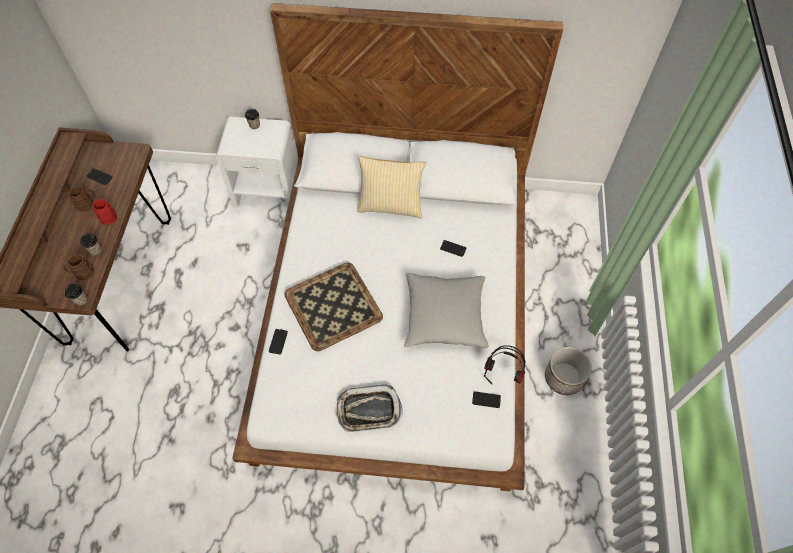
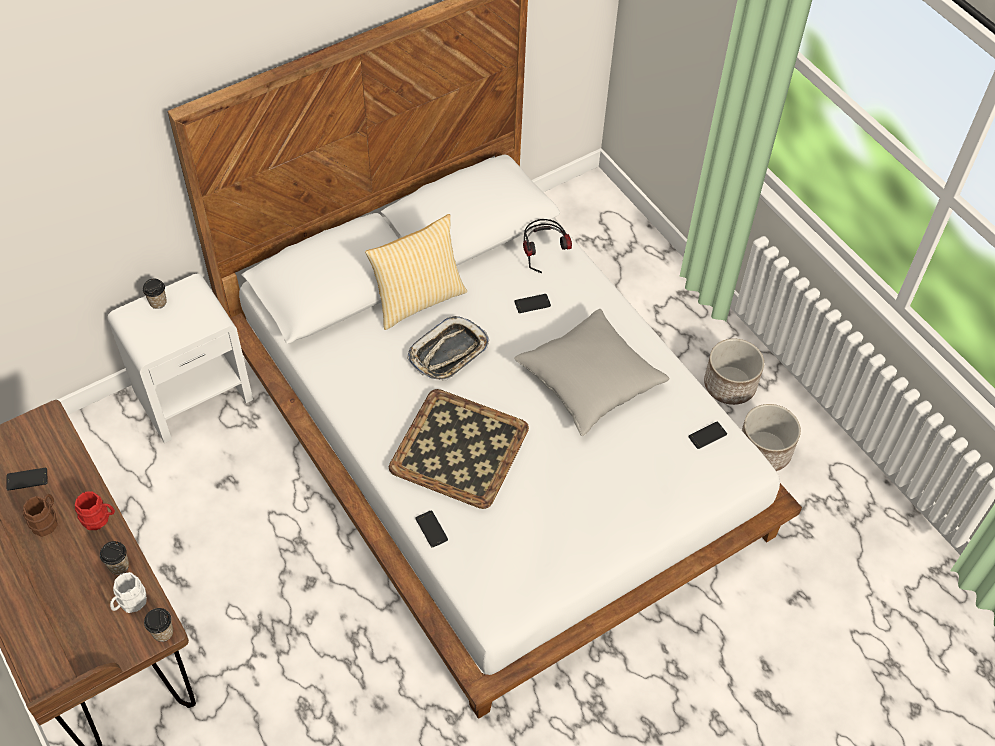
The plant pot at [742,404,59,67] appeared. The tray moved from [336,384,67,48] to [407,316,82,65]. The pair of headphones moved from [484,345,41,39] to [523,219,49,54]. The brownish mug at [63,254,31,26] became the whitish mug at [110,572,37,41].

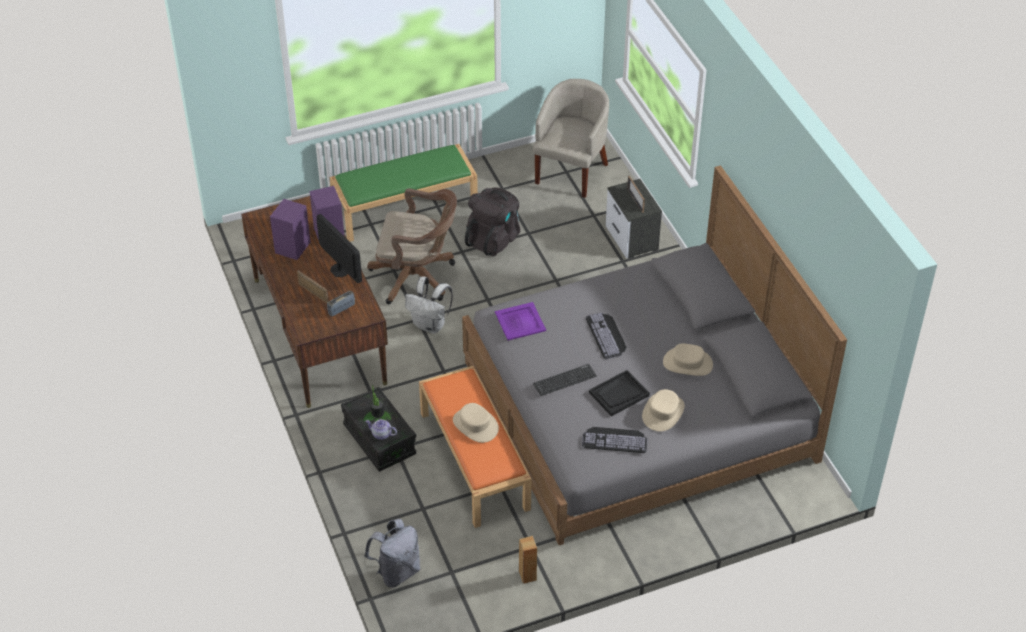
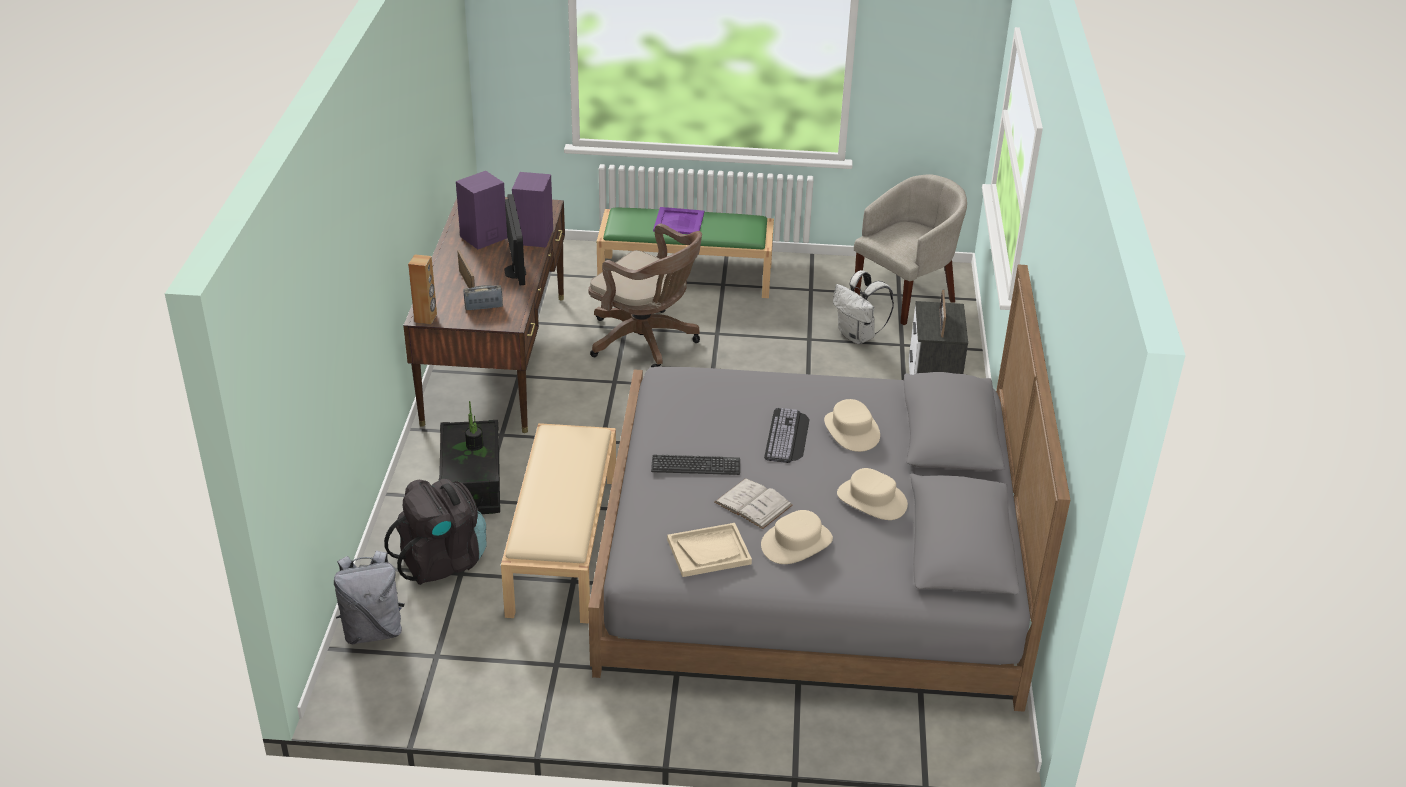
The teapot at [366,419,31,21] disappeared. The whitish rucksack moved from [405,277,48,56] to [833,270,61,74]. The beige-coloured hat moved from [453,403,46,40] to [824,399,56,53]. The black-coloured rucksack moved from [465,187,55,69] to [384,479,102,106]. The purple-coloured tray moved from [495,302,51,38] to [653,207,51,27]. The brownish speaker moved from [519,536,18,48] to [408,254,29,70]. The computer keyboard at [582,427,66,26] was replaced by the beige-coloured tray at [667,523,85,54]. The black-coloured tray at [589,370,61,47] was replaced by the whitish volume at [715,478,78,51]. The orange-coloured indoor bench at [419,366,112,162] became the beige-coloured indoor bench at [501,423,115,201].

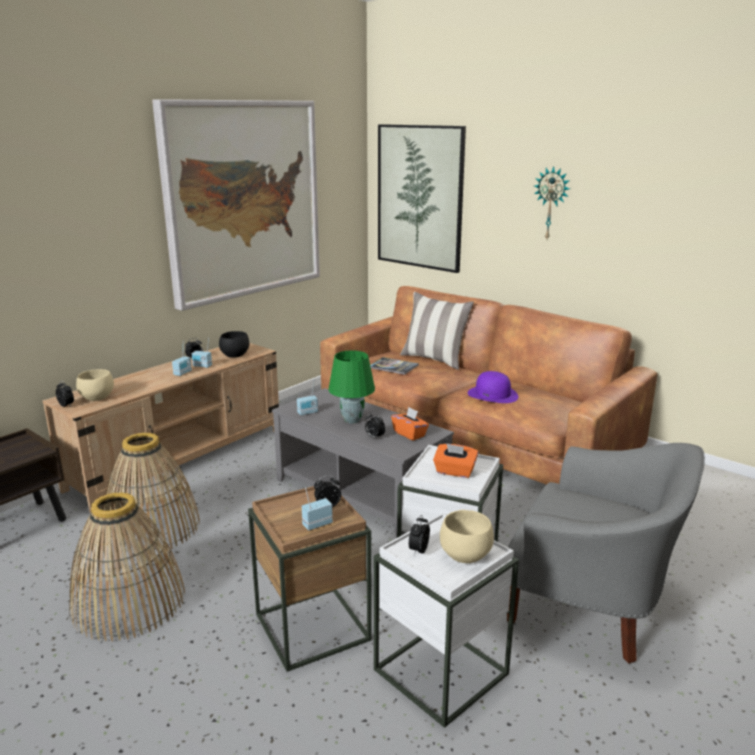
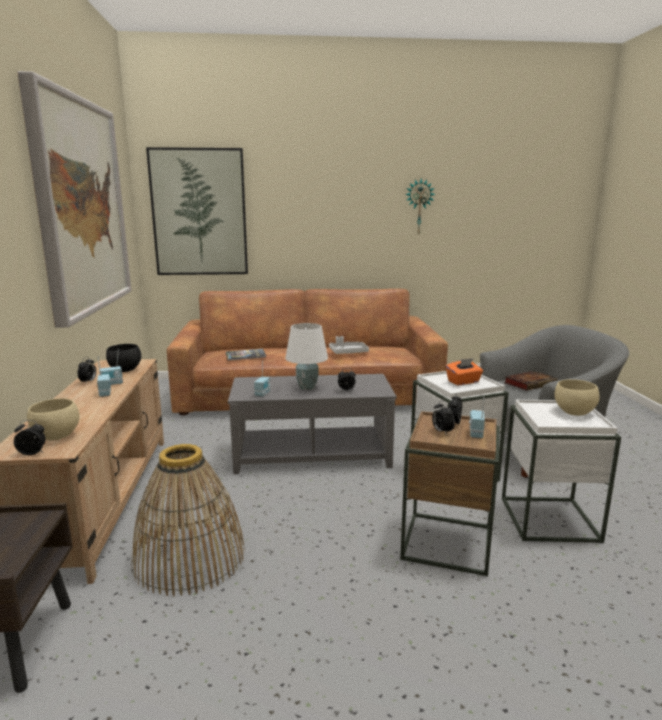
The basket at [69,492,116,150] disappeared. The orange-coloured tissue box at [391,407,38,34] disappeared. The throw pillow at [400,292,74,78] disappeared. The volume at [504,371,54,20] appeared. The table clock moved from [409,515,21,41] to [432,401,23,33]. The wall clock moved from [534,166,36,73] to [405,179,30,57]. The purple-coloured hat at [468,371,51,32] was replaced by the greyish tray at [329,336,40,18]. The green-coloured lamp for a table at [328,350,47,74] became the whitish lamp for a table at [285,323,43,67].

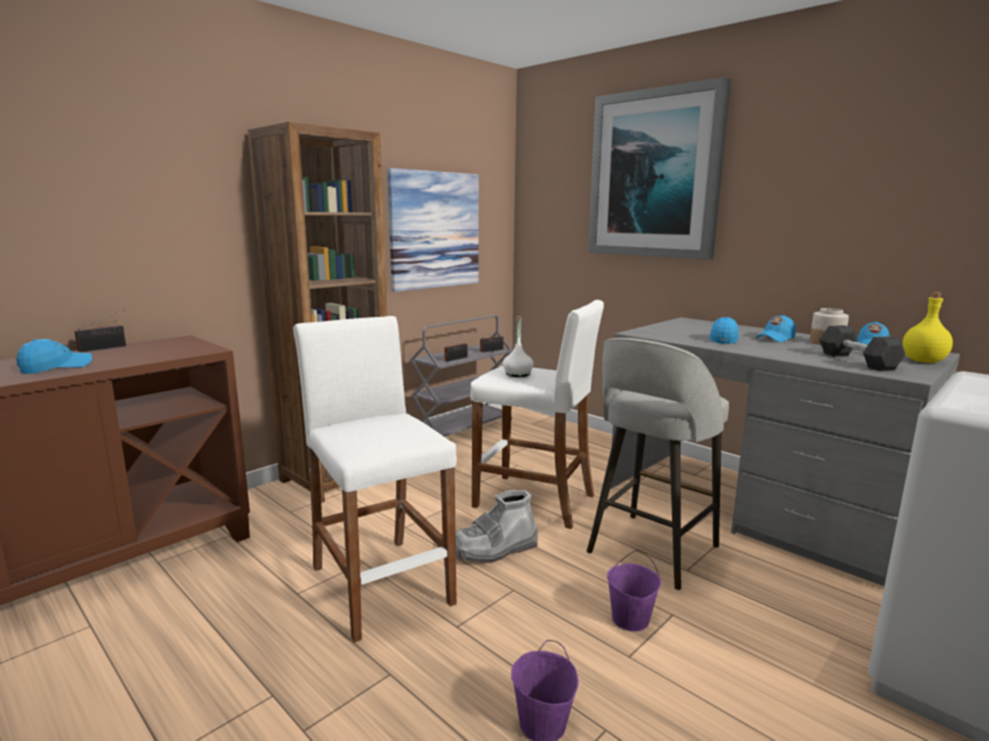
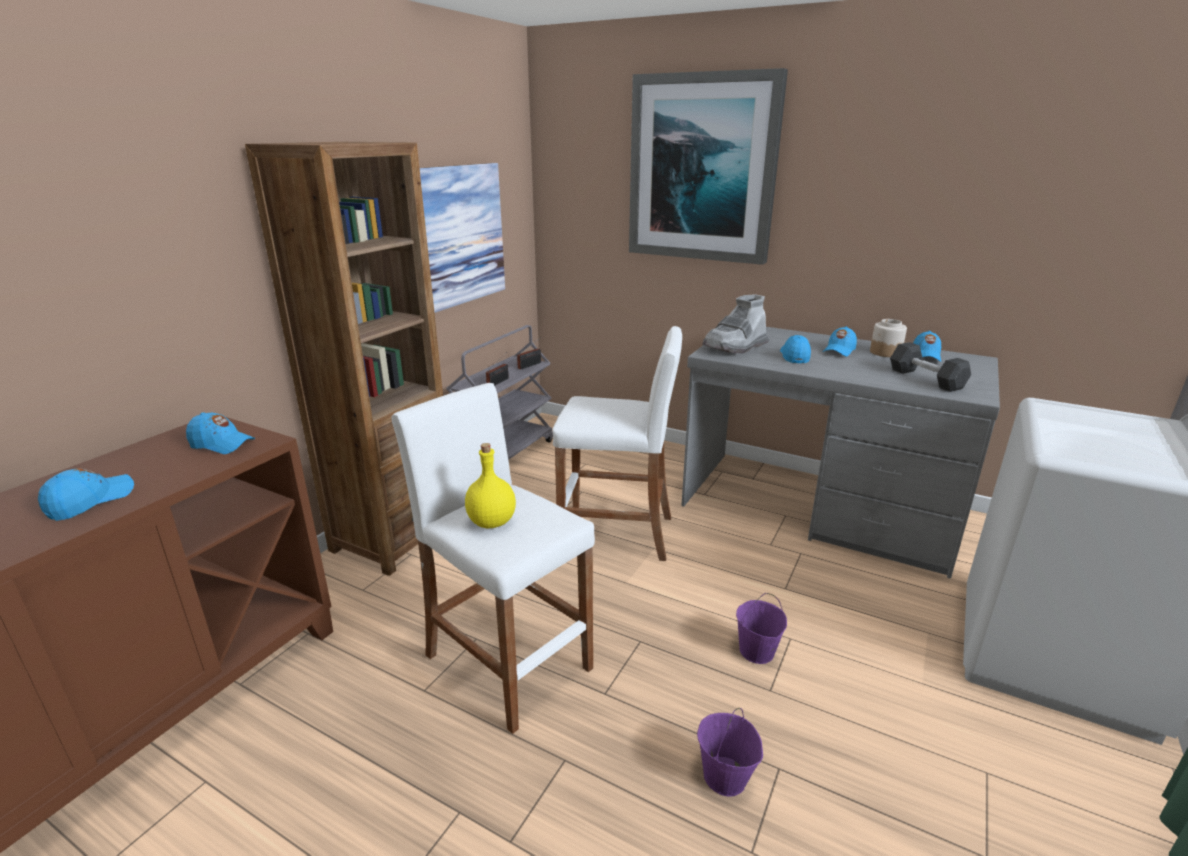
The radio at [75,310,51,42] disappeared. The whitish bottle at [503,316,31,61] disappeared. The greyish stool at [587,338,142,252] disappeared. The blue-coloured baseball cap at [186,412,69,42] appeared. The greyish boot moved from [455,490,83,73] to [702,294,67,59]. The yellow bottle moved from [902,292,51,71] to [465,443,51,85].

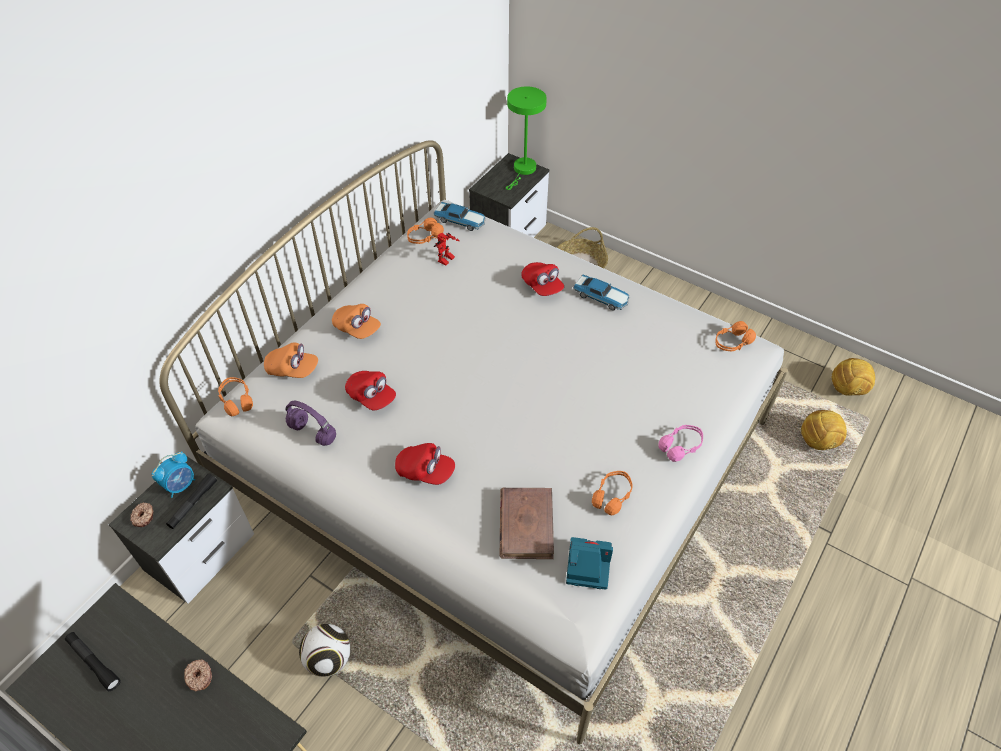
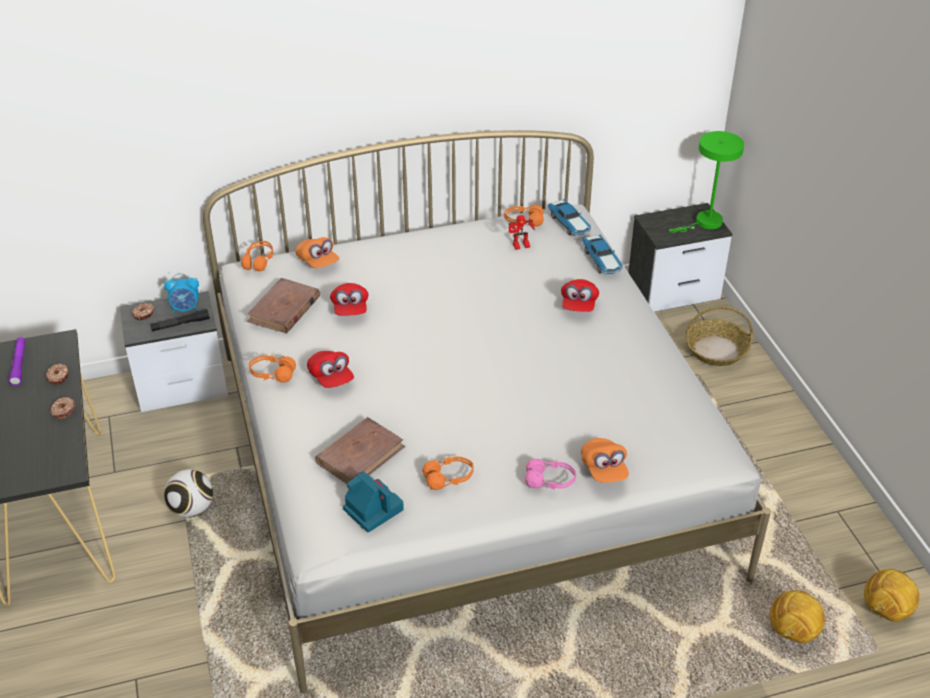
The doughnut at [46,363,23,21] appeared. The orange-coloured baseball cap moved from [332,304,49,35] to [581,438,48,45]. The miniature car moved from [573,274,57,37] to [582,235,41,39]. The orange-coloured pair of headphones moved from [715,321,41,30] to [249,355,47,28]. The purple-coloured pair of headphones at [286,401,50,45] was replaced by the brownish volume at [247,278,73,55]. The black-coloured torch at [65,632,56,59] became the purple-coloured torch at [9,337,16,49].

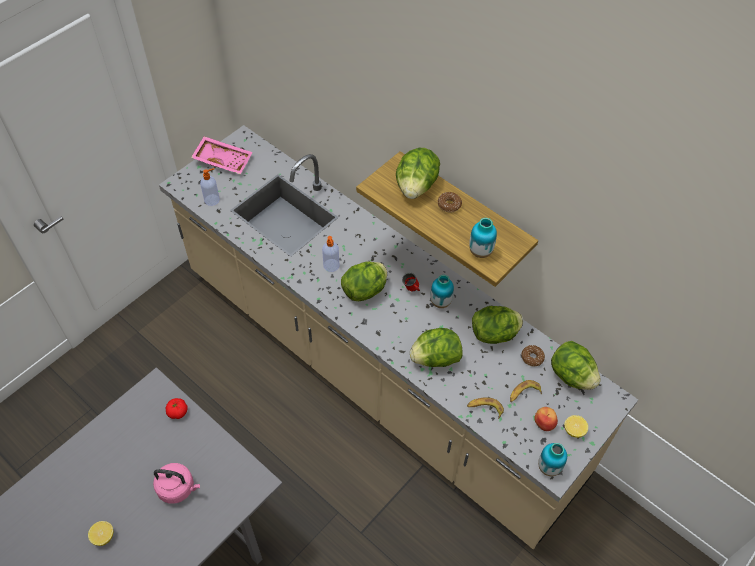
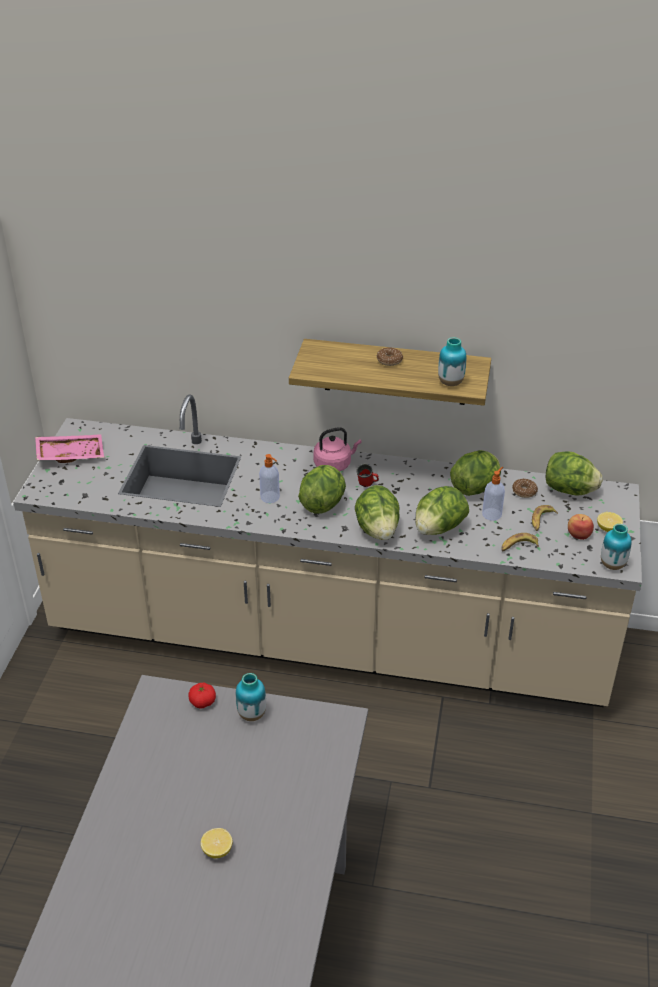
The pink-coloured tea kettle moved from [153,463,47,41] to [314,427,47,44]. The soap dispenser moved from [200,168,20,38] to [482,467,23,54]. The head of lettuce moved from [396,148,44,51] to [355,485,45,55]. The vase moved from [431,275,23,33] to [236,673,30,48].

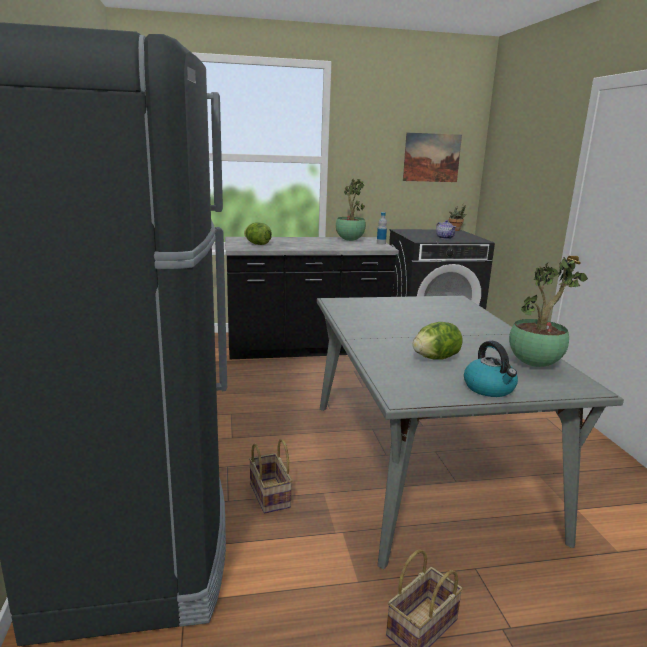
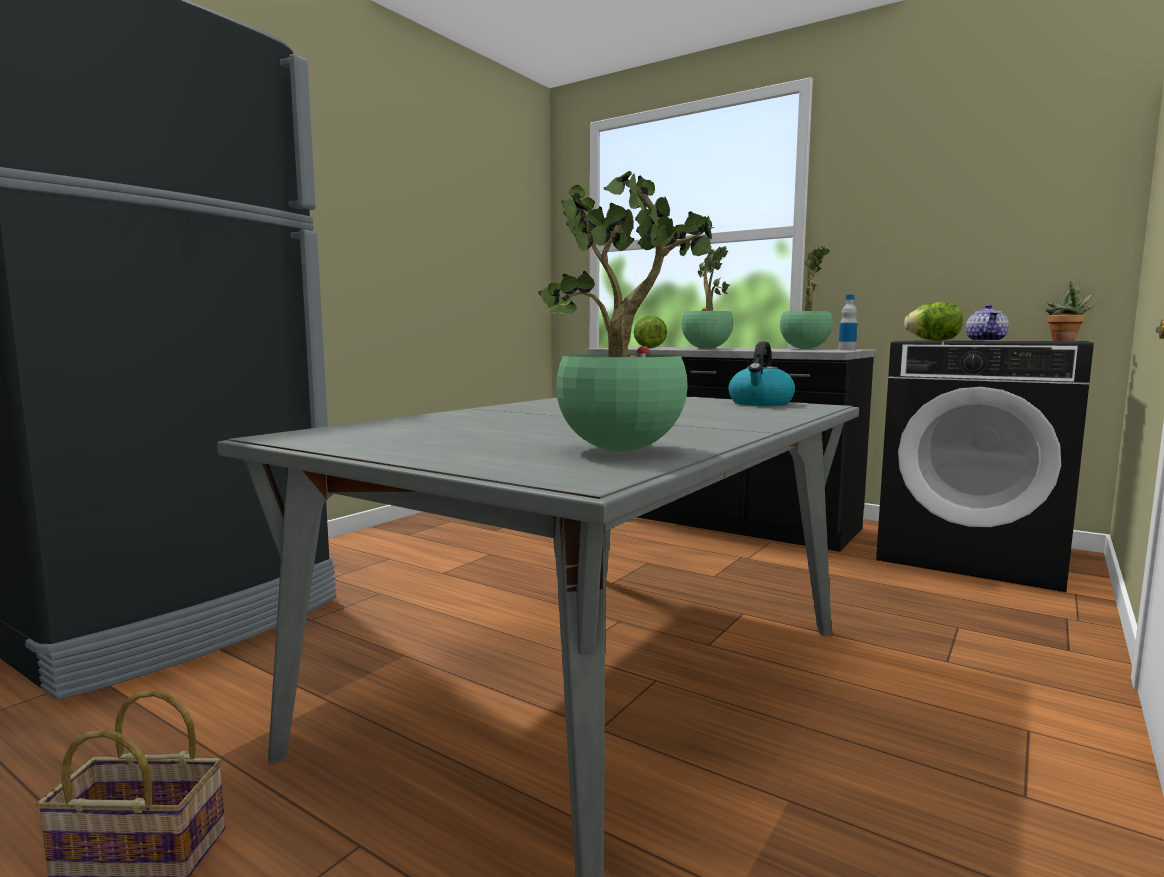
The basket at [249,439,43,75] disappeared. The wall picture at [403,133,59,49] disappeared. The houseplant at [682,246,51,103] appeared. The head of lettuce moved from [413,322,50,38] to [904,302,59,39]. The tea kettle moved from [464,341,54,56] to [728,342,67,64].

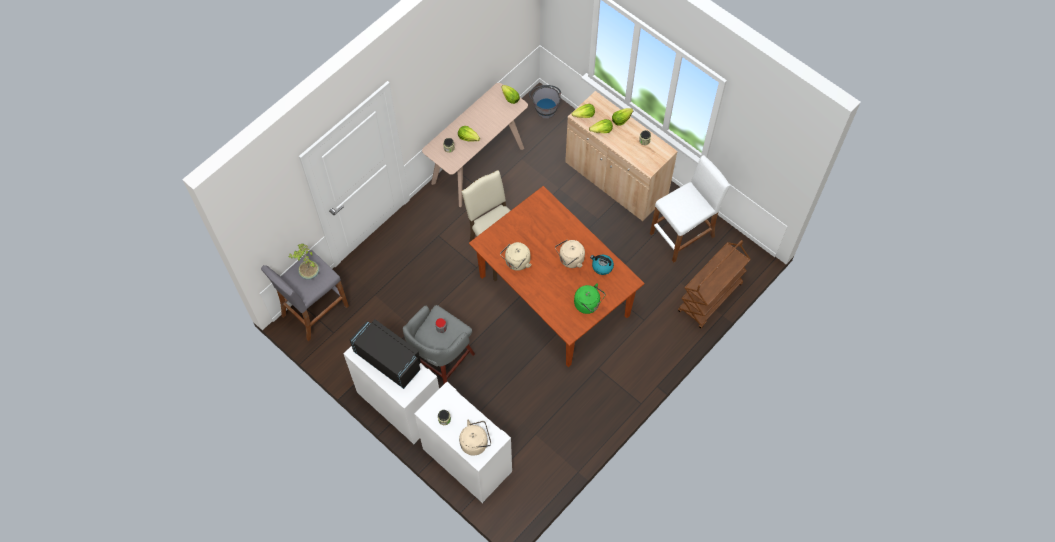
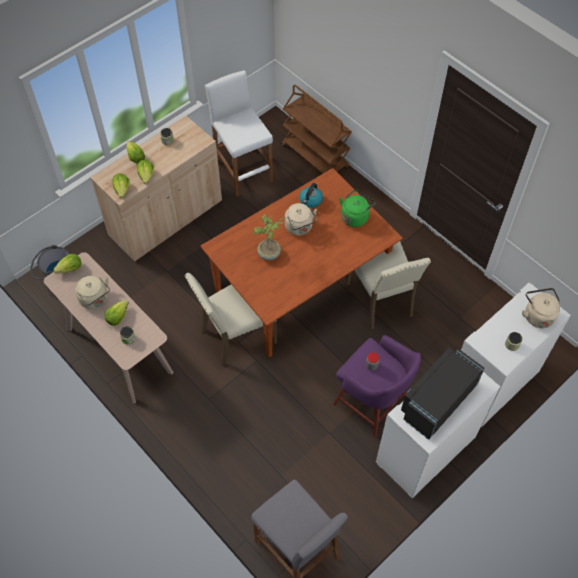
The beige-coloured chair at [346,241,85,88] appeared. The houseplant moved from [288,244,31,36] to [253,214,32,46]. The beige-coloured tea kettle moved from [500,242,32,29] to [75,276,35,33]. The greyish stool at [403,305,72,79] became the purple-coloured stool at [333,335,88,103].

